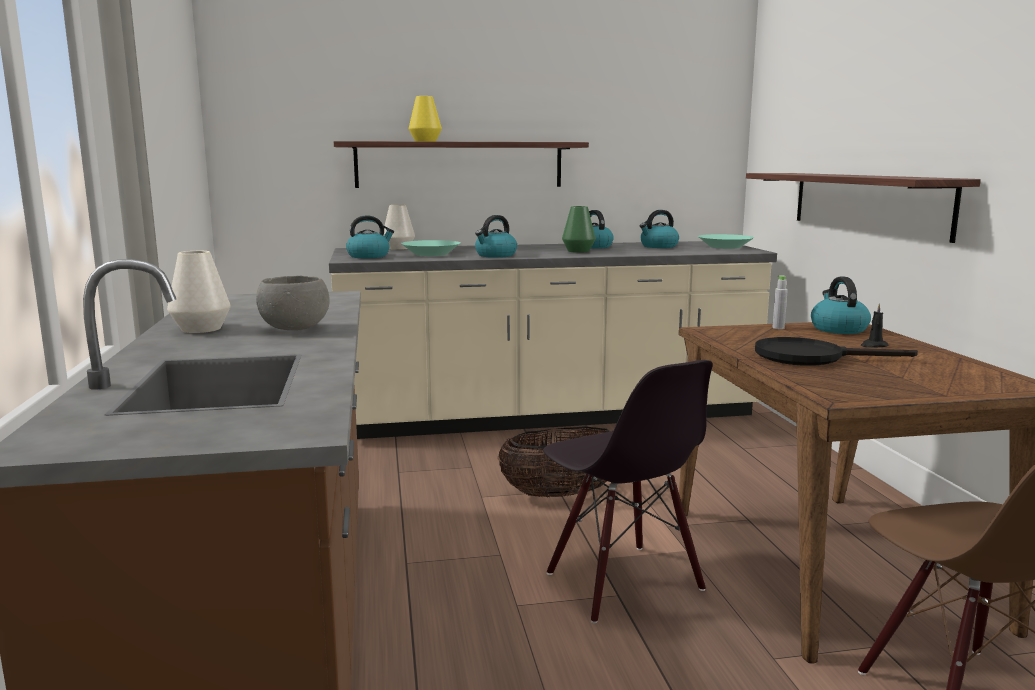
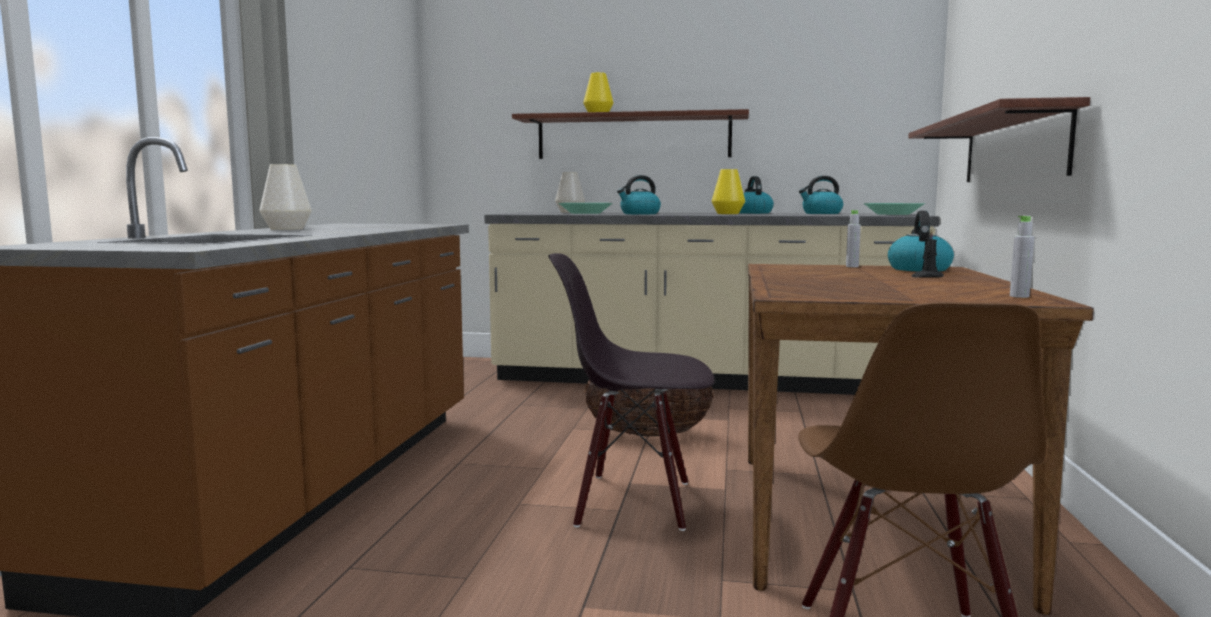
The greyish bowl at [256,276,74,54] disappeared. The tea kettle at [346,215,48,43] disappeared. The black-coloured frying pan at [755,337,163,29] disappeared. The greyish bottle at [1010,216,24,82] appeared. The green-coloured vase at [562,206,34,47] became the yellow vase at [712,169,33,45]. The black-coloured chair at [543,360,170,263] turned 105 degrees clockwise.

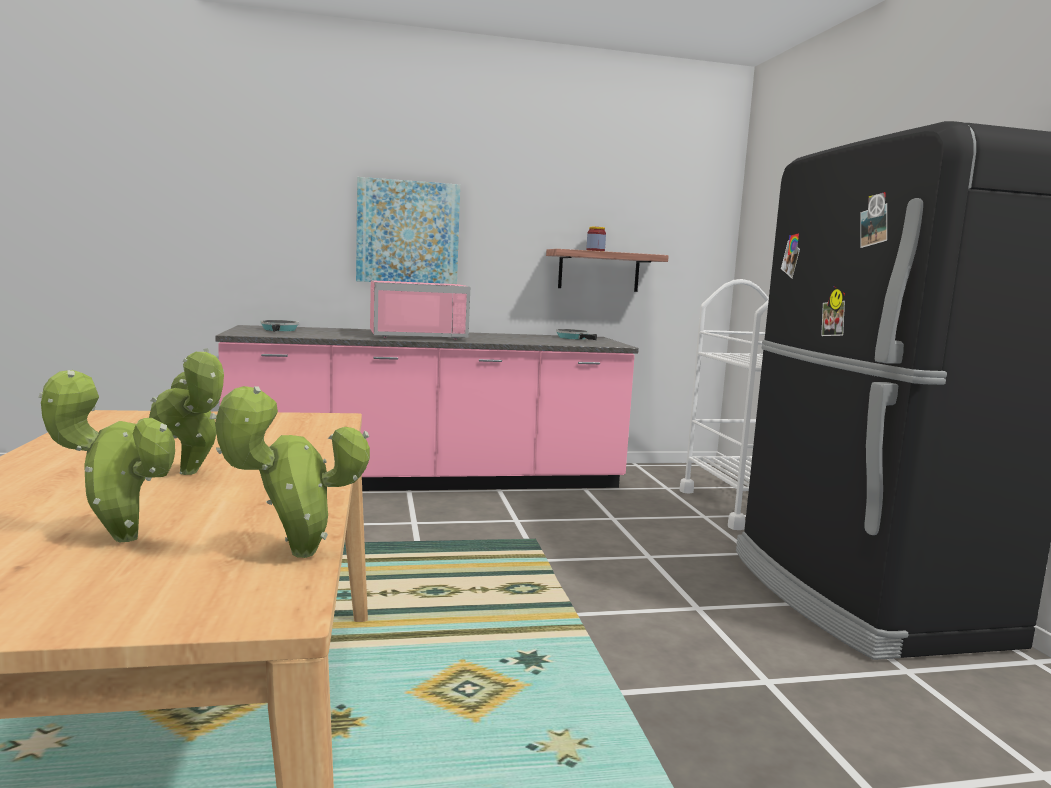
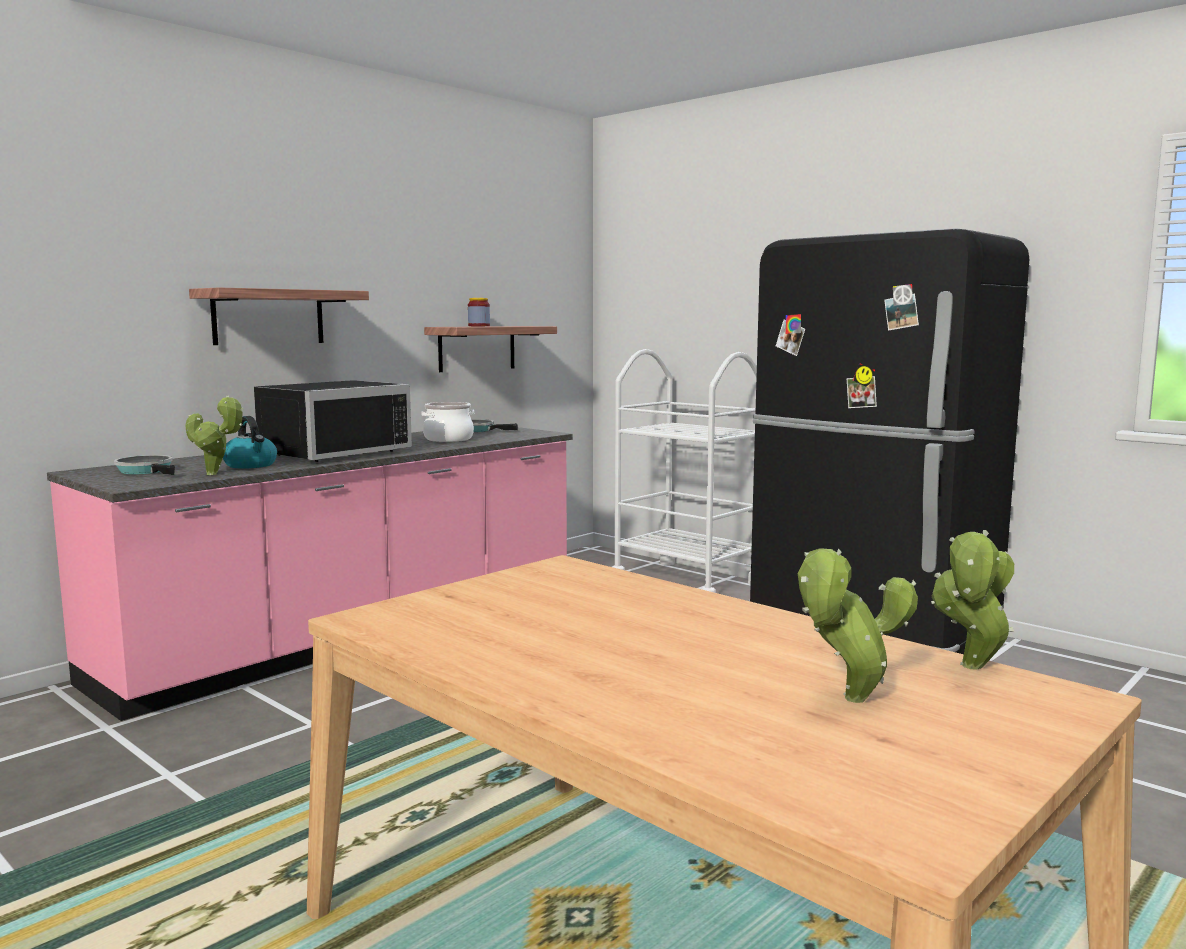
The tea kettle at [223,416,54,52] appeared. The cooking pot at [421,402,53,40] appeared. The houseplant moved from [149,348,75,127] to [185,395,59,80]. The wall picture at [356,177,104,107] was replaced by the wall shelf at [189,287,180,58]. The pink-coloured microwave at [370,280,100,60] became the black-coloured microwave at [254,380,158,82].

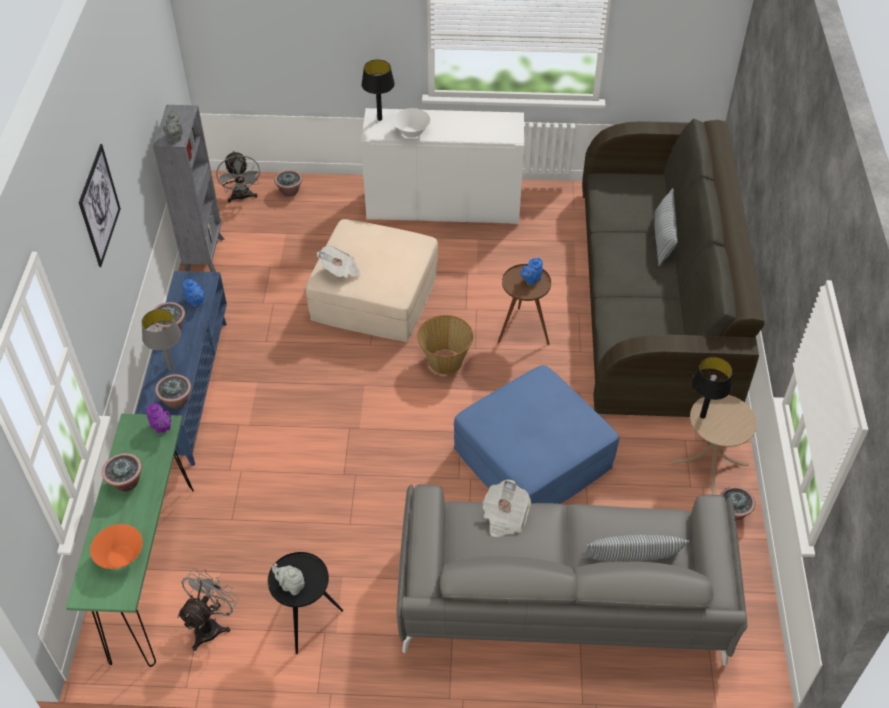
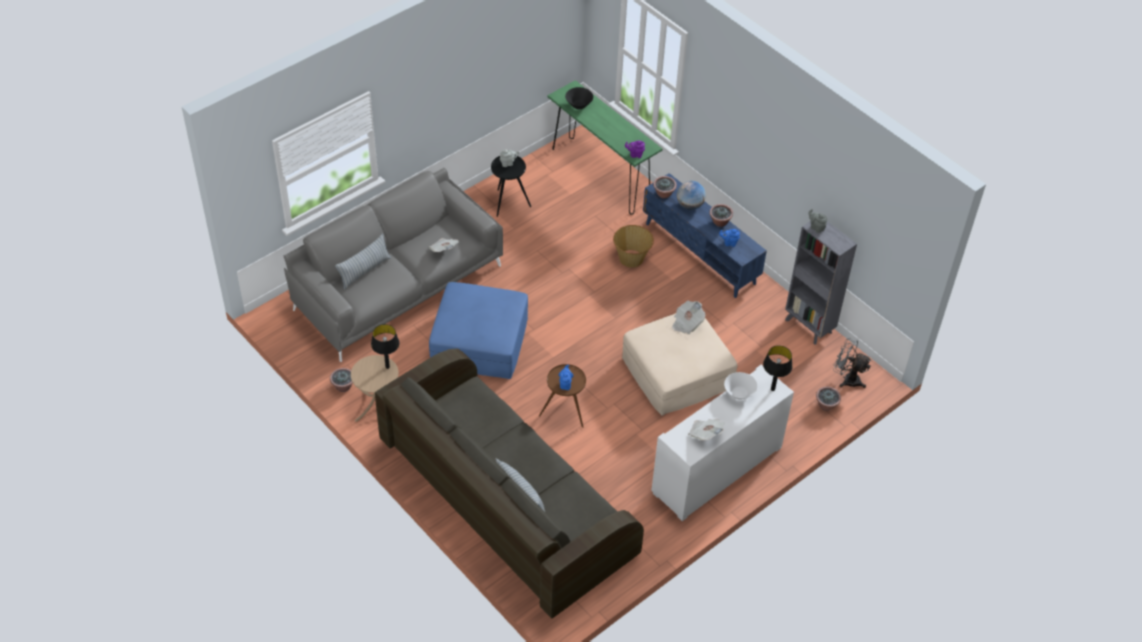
The wall picture at [79,144,42,123] disappeared. The houseplant at [102,453,40,38] disappeared. The greyish cooling fan at [177,568,62,83] disappeared. The daily paper at [688,419,37,21] appeared. The basket moved from [417,315,56,60] to [613,225,41,43]. The greyish lamp for a table at [141,309,40,62] was replaced by the desk globe at [677,181,29,29]. The orange-coloured bowl at [90,524,53,45] became the black-coloured bowl at [565,87,28,22].

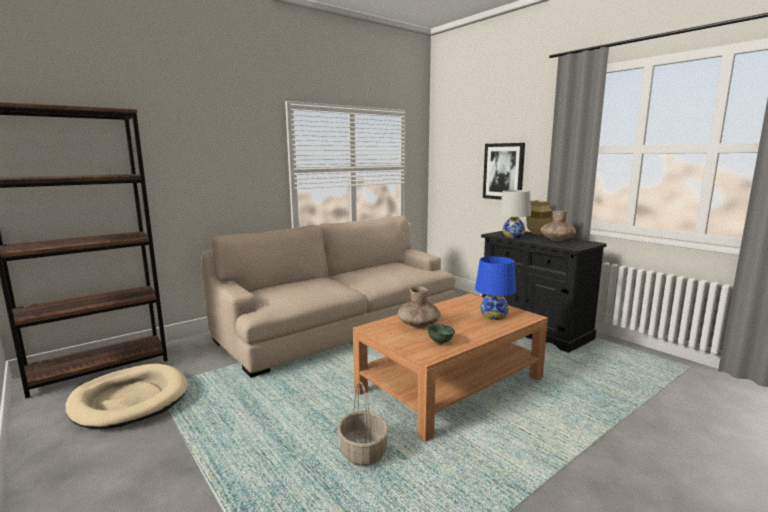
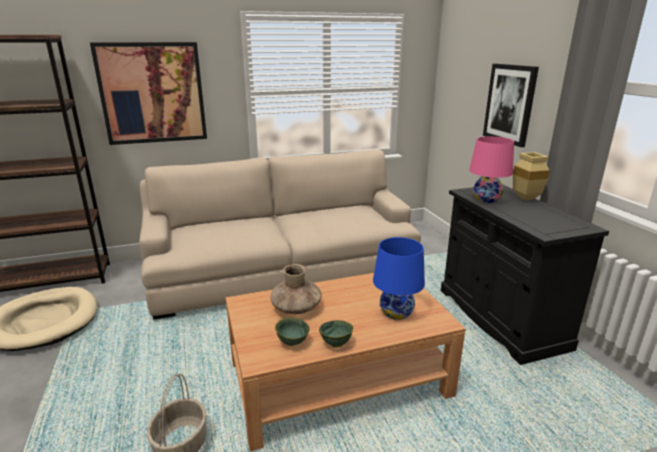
The brownish vase at [540,211,36,30] disappeared. The wall picture at [90,42,117,103] appeared. The green-coloured bowl at [319,320,34,27] appeared. The whitish lamp for a table at [499,190,32,48] became the pink-coloured lamp for a table at [469,137,45,66].

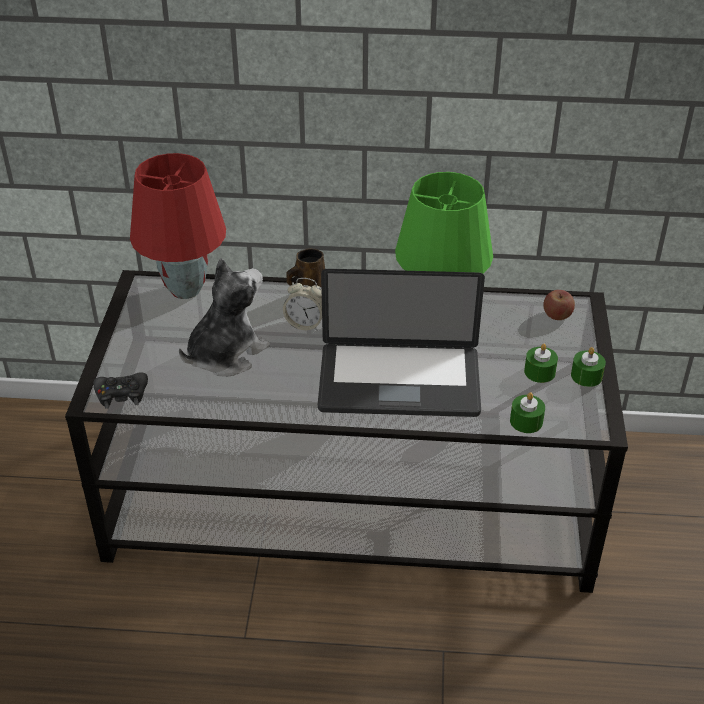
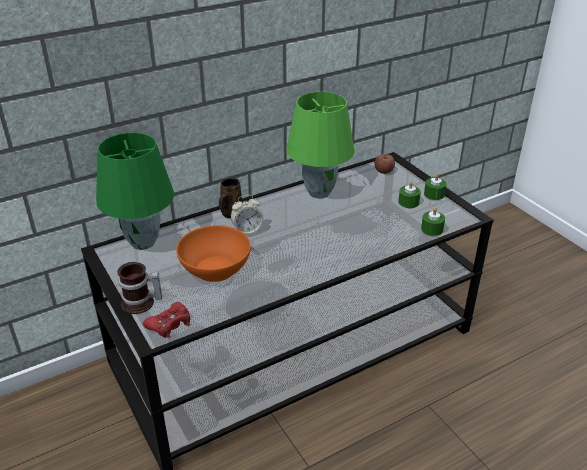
The laptop at [318,269,167,148] disappeared. The mug at [117,262,45,52] appeared. The soft toy at [179,258,91,119] was replaced by the orange-coloured bowl at [176,225,75,57]. The black-coloured game controller at [94,372,54,36] became the red-coloured game controller at [143,302,47,36]. The red-coloured lamp for a table at [130,153,96,146] became the green-coloured lamp for a table at [96,133,79,117].

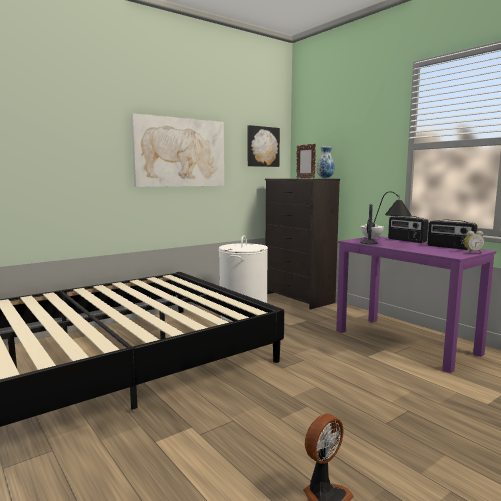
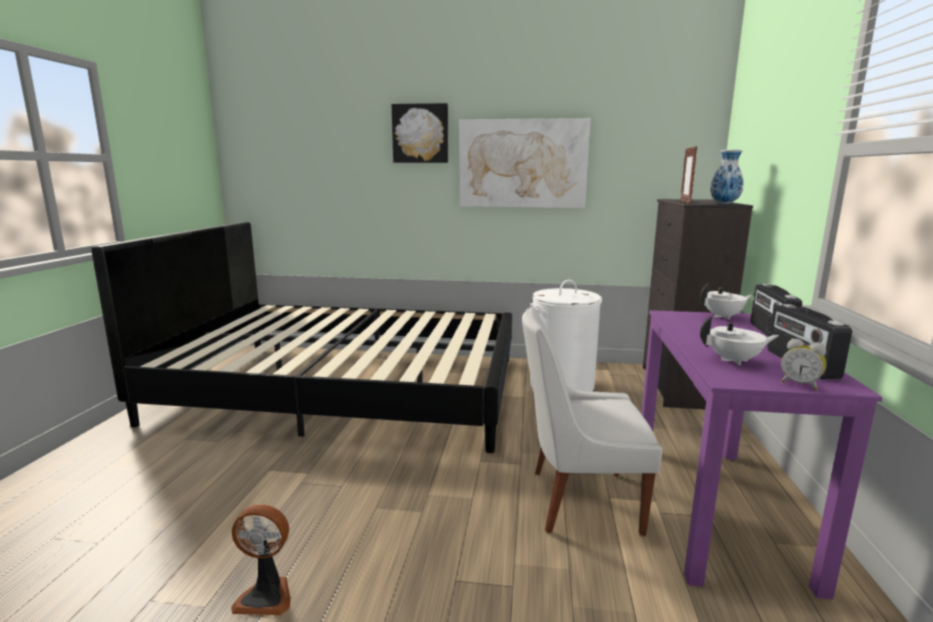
The lamp for a table at [361,191,50,53] disappeared. The whitish chair at [522,306,141,230] appeared. The whitish teapot at [700,316,79,50] appeared. The wall picture moved from [247,125,33,42] to [391,103,57,60].

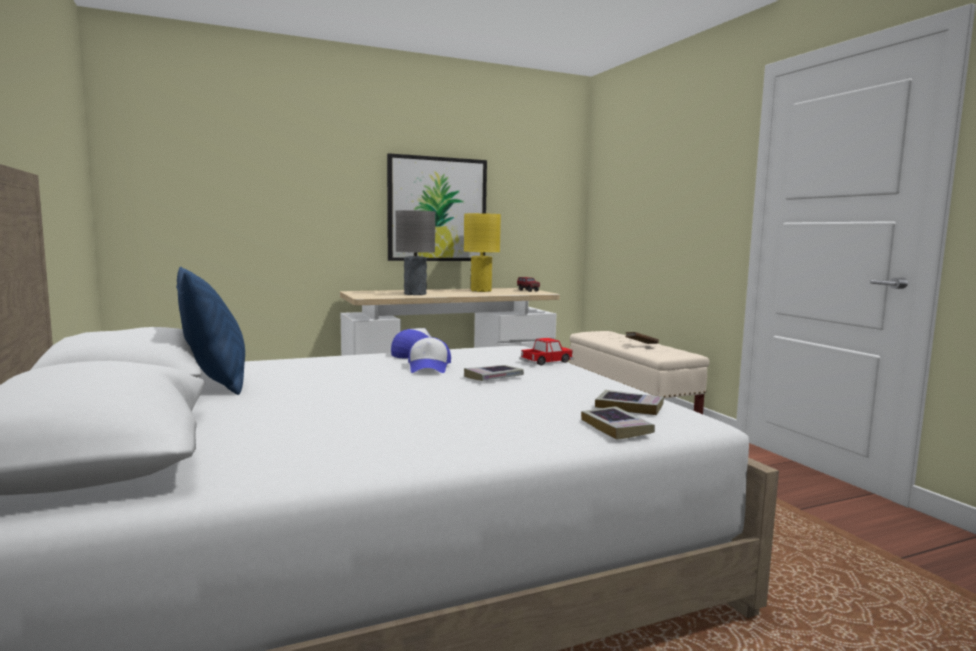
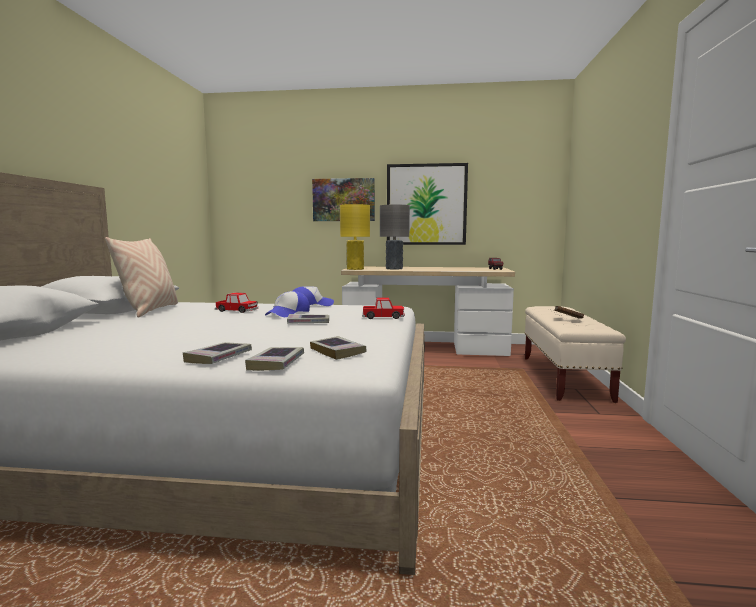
The volume at [183,342,69,22] appeared. The miniature car at [215,293,43,20] appeared. The wall picture at [312,178,63,43] appeared. The yellow lamp for a table moved from [464,213,37,79] to [340,204,30,66]. The blue-coloured throw pillow at [176,266,69,129] became the beige-coloured throw pillow at [105,237,73,81].

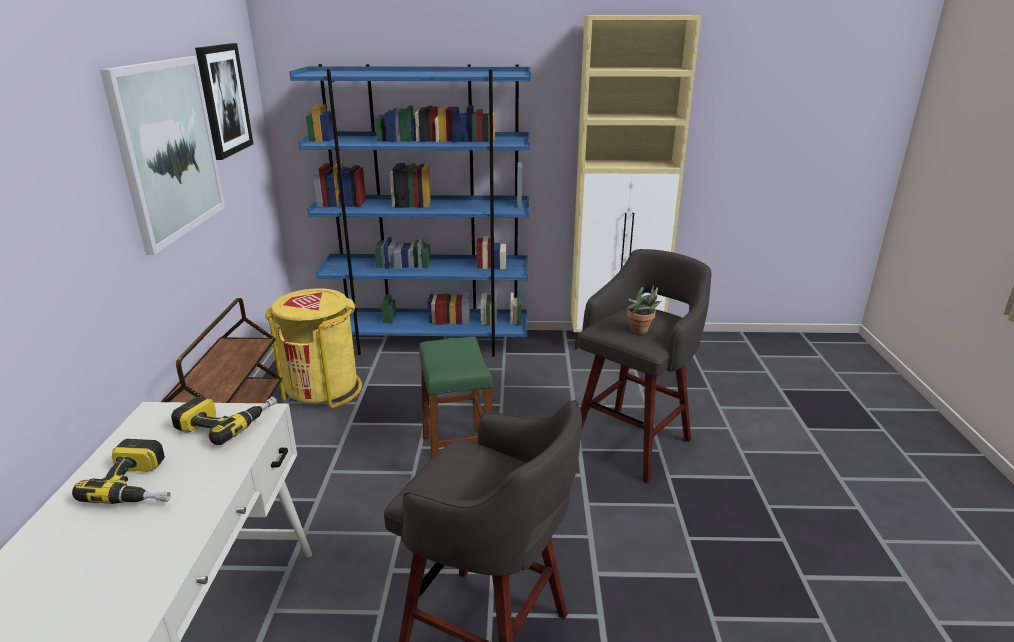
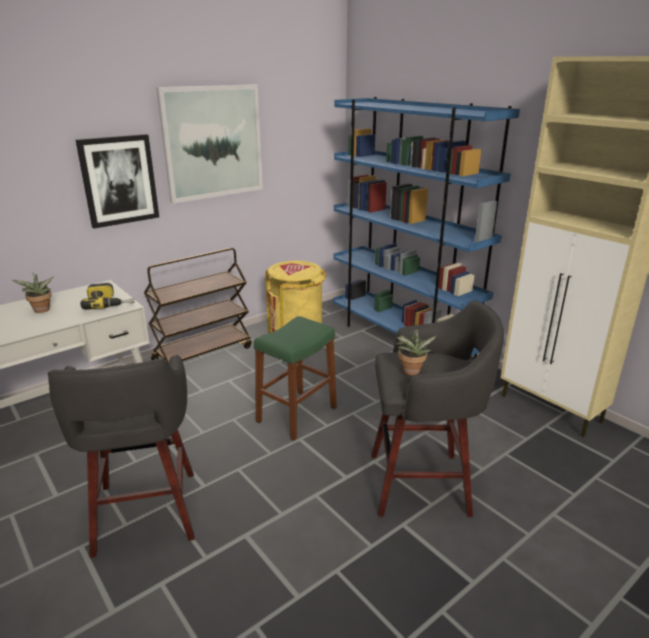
The wall picture moved from [195,43,58,117] to [76,134,83,95]. The drill at [72,439,99,65] was replaced by the houseplant at [12,273,42,40].

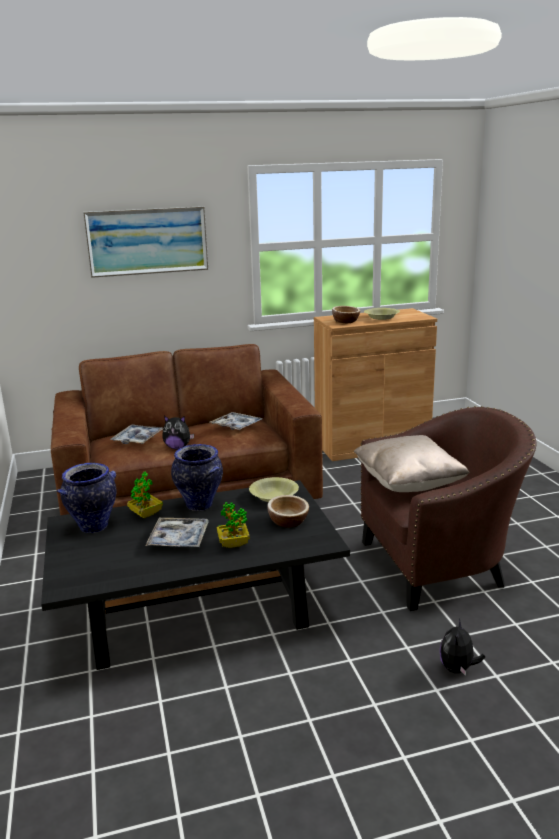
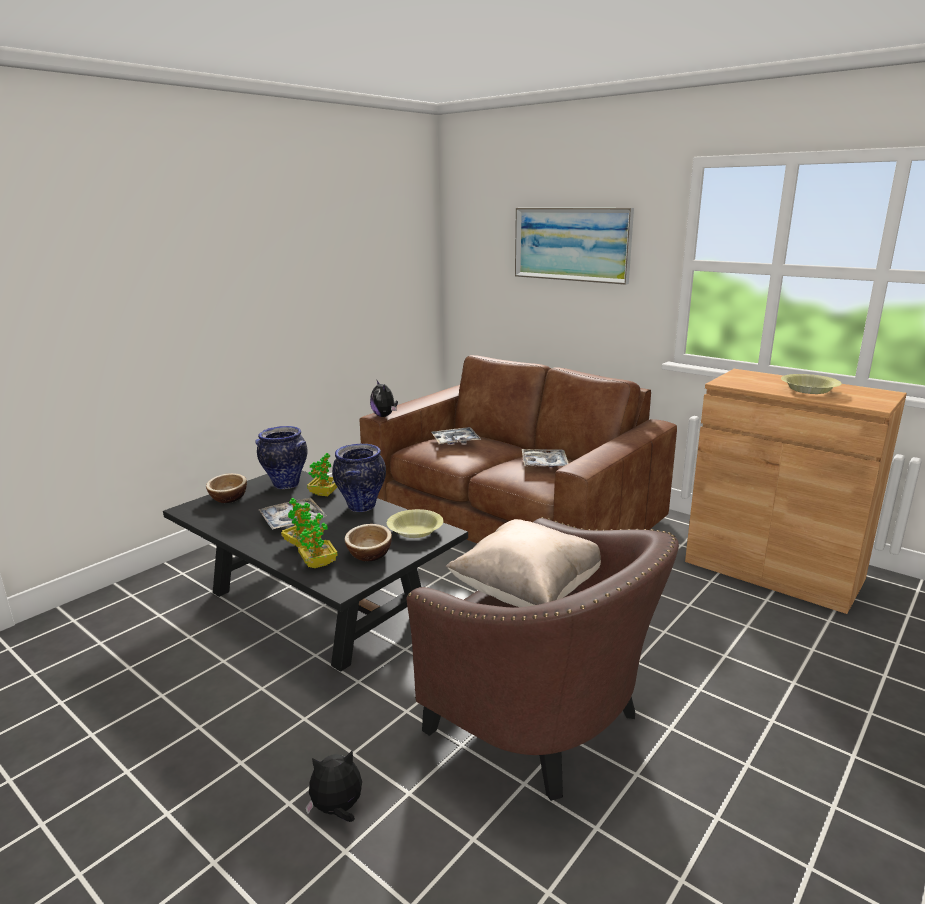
The houseplant at [298,513,40,55] appeared. The soft toy moved from [162,416,32,33] to [370,379,28,38]. The bowl moved from [332,306,28,17] to [206,473,41,30].

